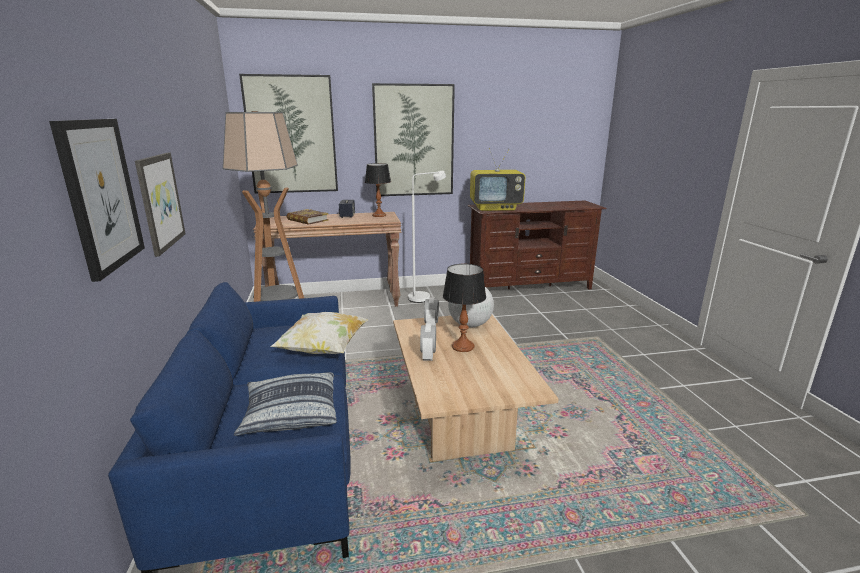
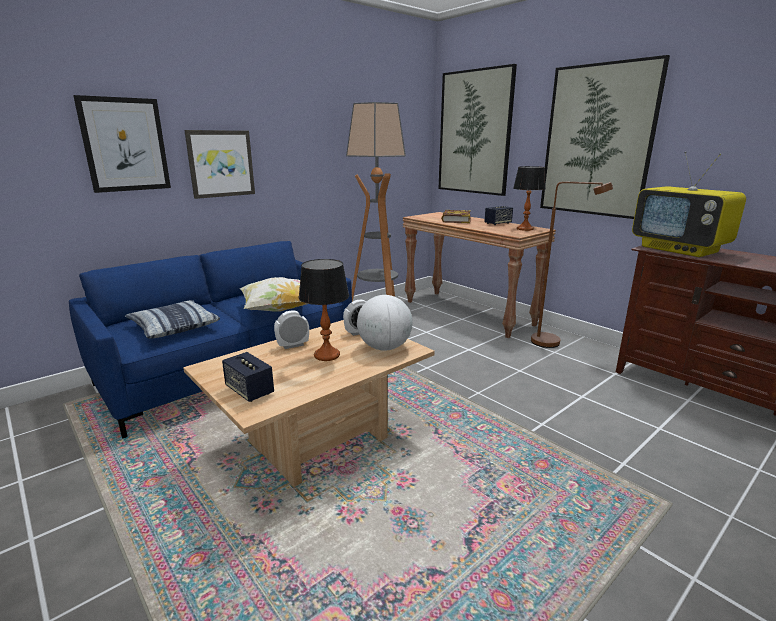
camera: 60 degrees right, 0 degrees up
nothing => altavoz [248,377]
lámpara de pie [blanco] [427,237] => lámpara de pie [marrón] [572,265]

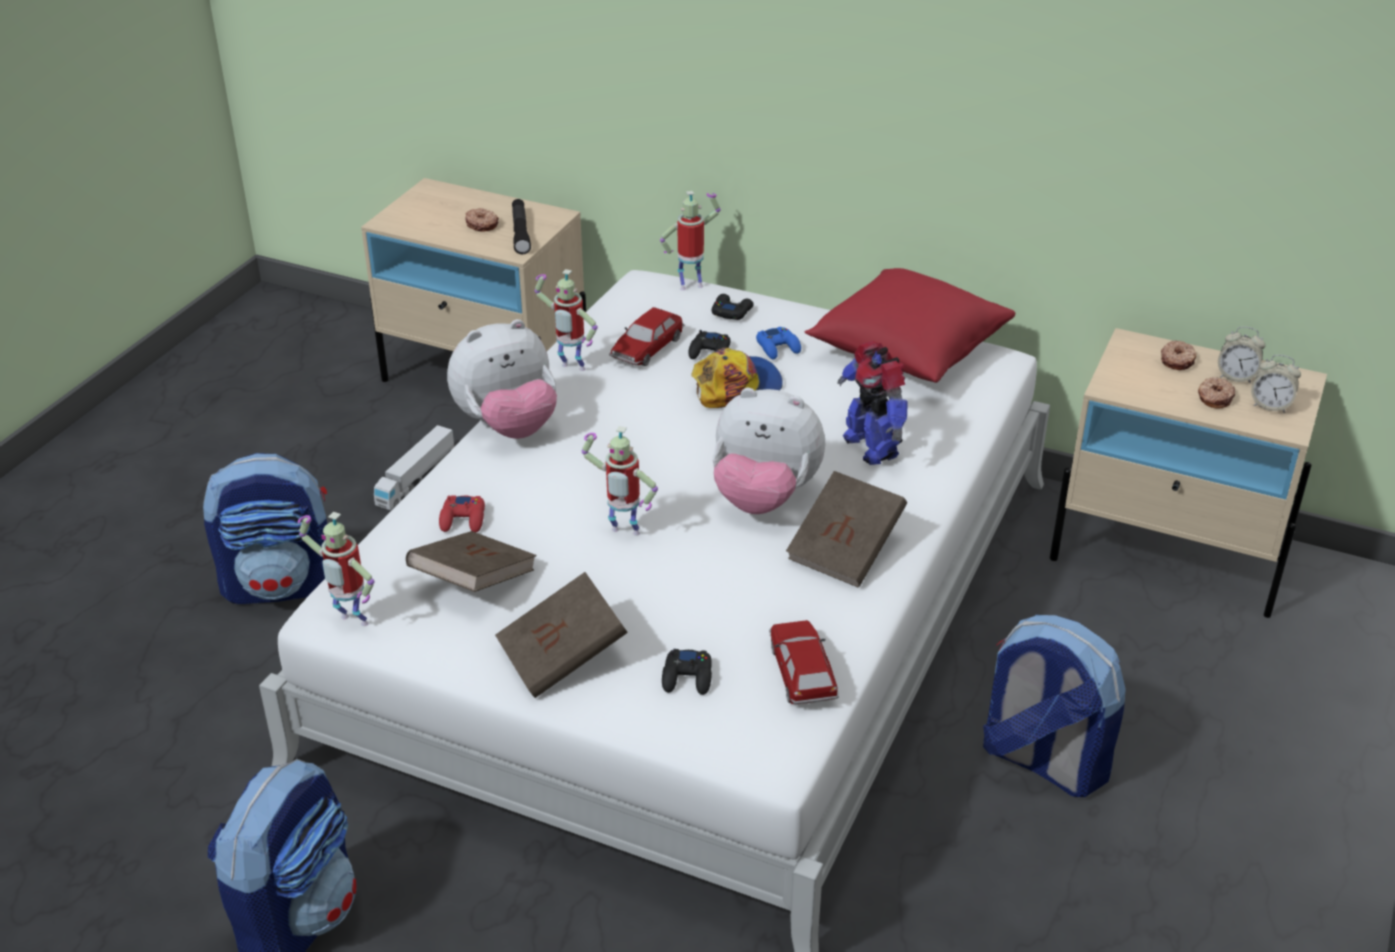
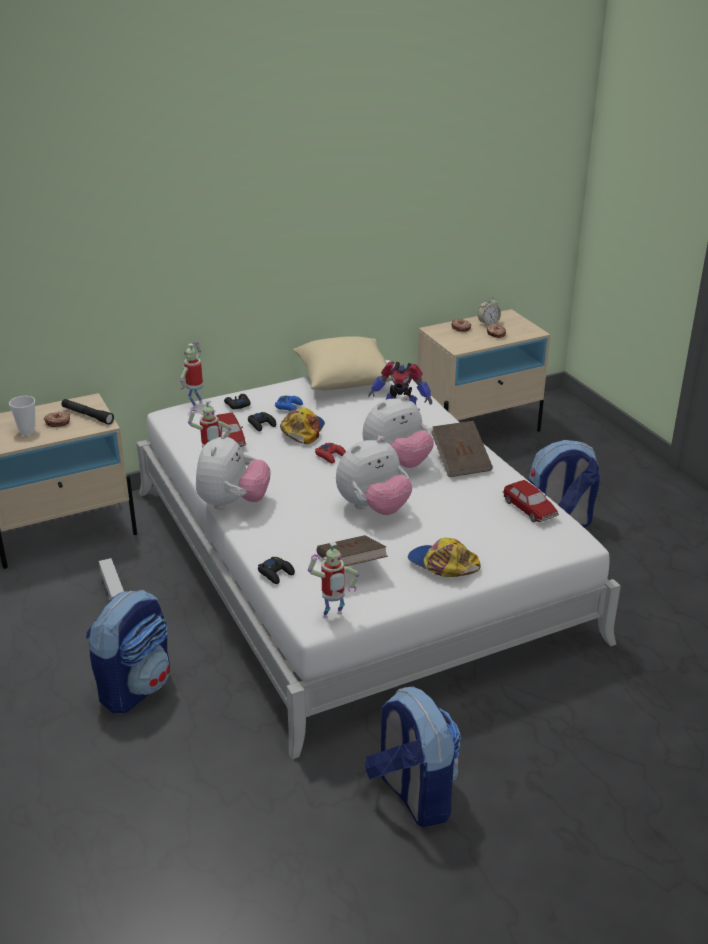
camera: 50 degrees left, 5 degrees down
nothing => taza [22,415]
mando de consola [negro] [687,672] => mando de consola [negro] [276,570], move
cojín [rojo] [910,325] => cojín [beis] [342,363]
mando de consola [rojo] [462,514] => mando de consola [rojo] [330,453], move
robot de juguete [620,481] => peluche [374,475]
libro [marrón] [561,635] => gorra [444,557]
coche de juguete [804,662] => coche de juguete [530,501], 150 degrees counterclockwise
despertador [1276,384] => nothing

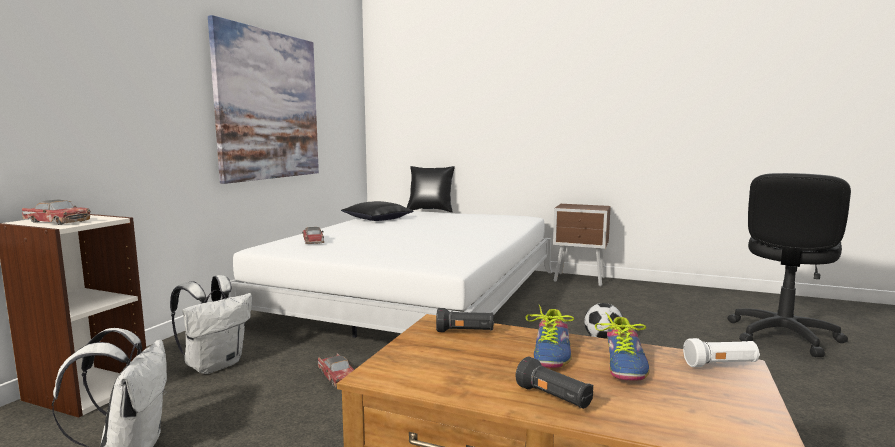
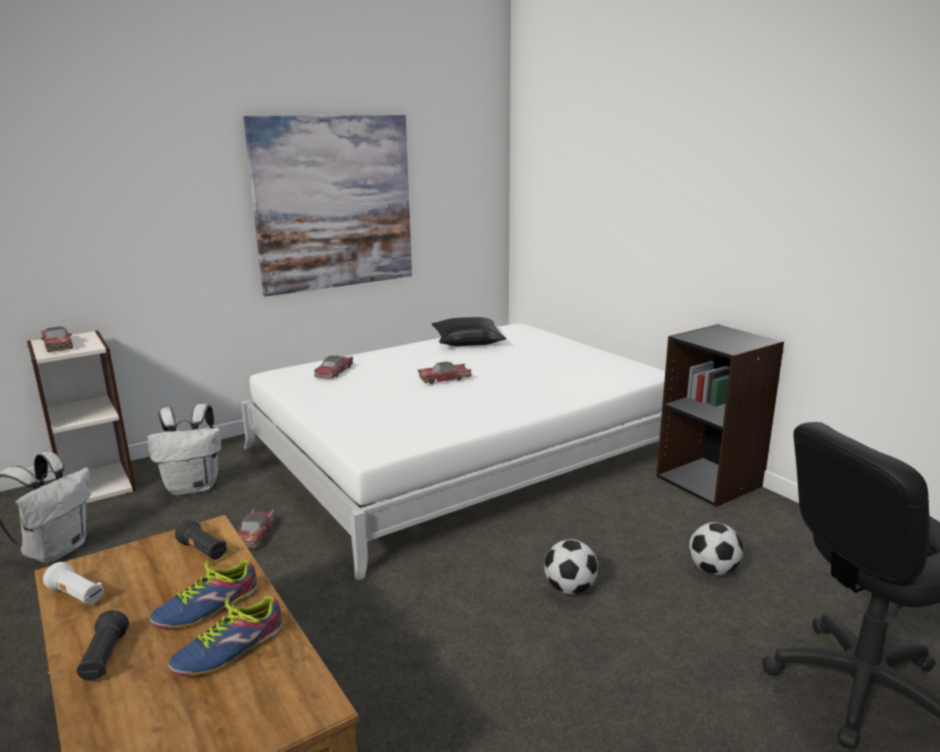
camera: 35 degrees right, 10 degrees up
linterna [blanco] [721,352] => linterna [blanco] [73,583], move
nothing => coche de juguete [445,373]
mesita de noche [marrón] [582,245] => estantería [negro] [720,415]
nothing => balón de fútbol [716,548]
cojín [negro] [430,189] => nothing

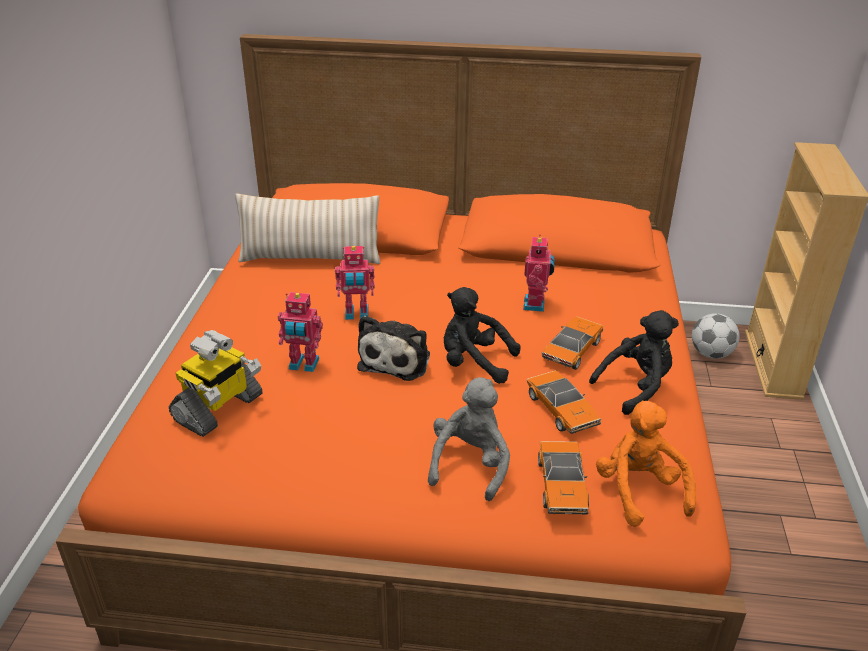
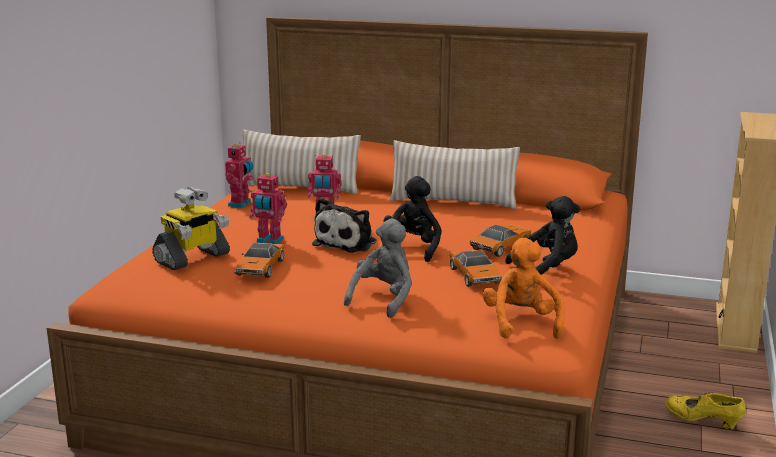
camera: 10 degrees right, 15 degrees down
robot de juguete [539,273] => robot de juguete [239,175], move
coche de juguete [563,478] => coche de juguete [260,260], move
peluche [negro] [482,335] => peluche [negro] [412,219], 75 degrees clockwise
nothing => cojín [beis] [454,174]
nothing => zapato [amarillo] [705,410]
balón de fútbol [716,336] => nothing

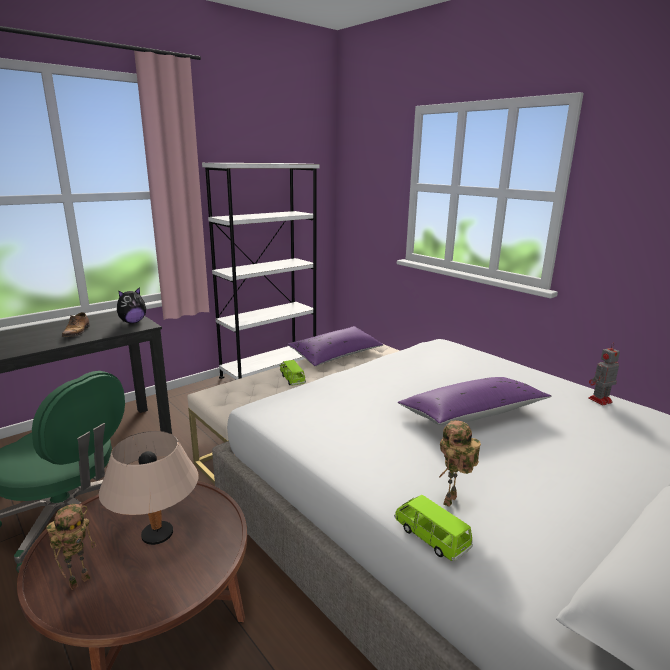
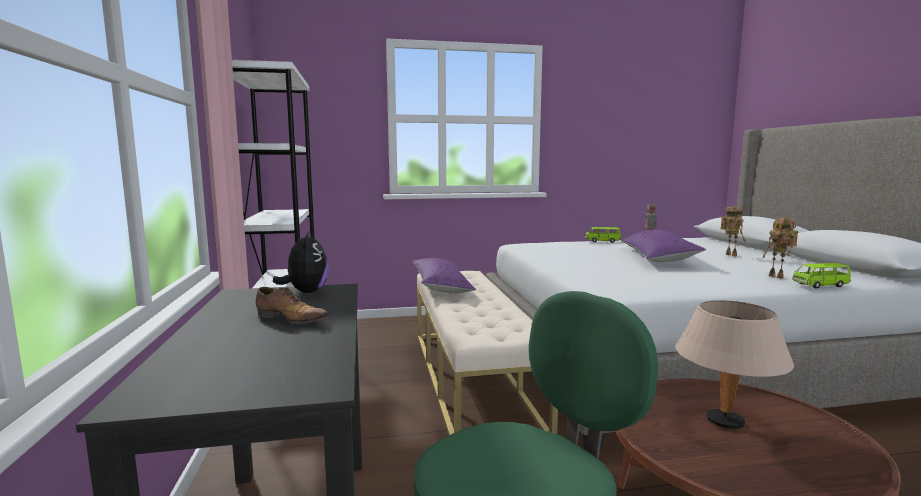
camera: 60 degrees left, 10 degrees down
coche de juguete [verde] [293,373] => coche de juguete [verde] [603,235], move
robot de juguete [71,547] => robot de juguete [732,231], move

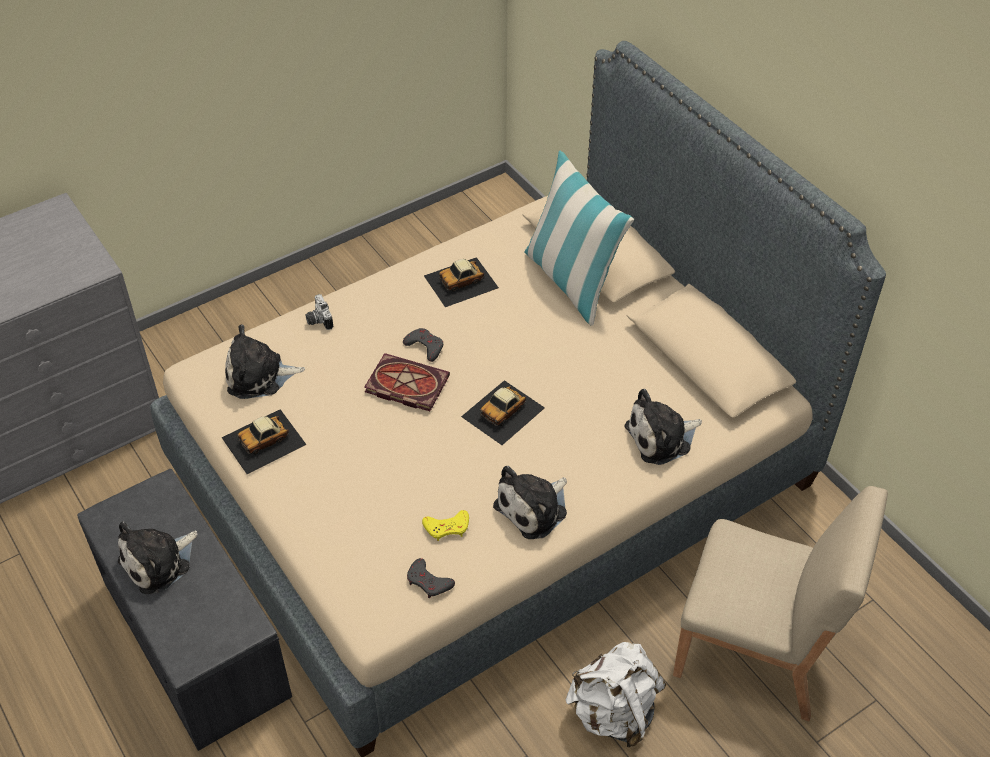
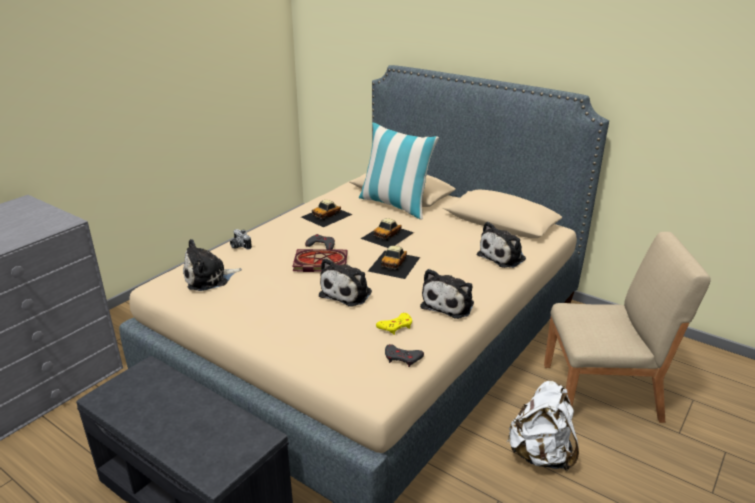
camera: 20 degrees left, 20 degrees down
peluche [158,557] => peluche [345,282], move
coche de juguete [264,441] => coche de juguete [387,233], move

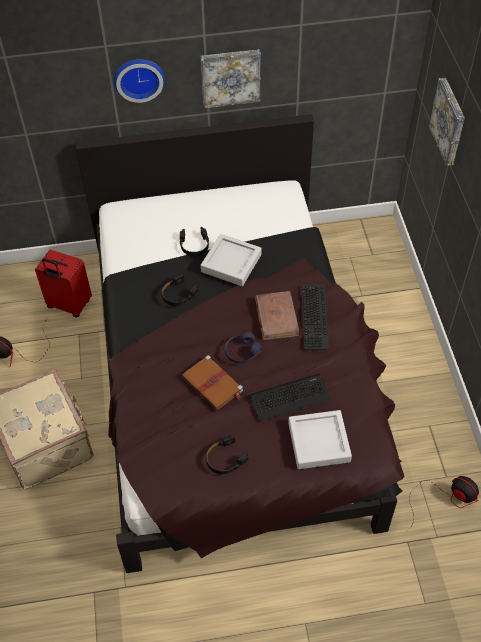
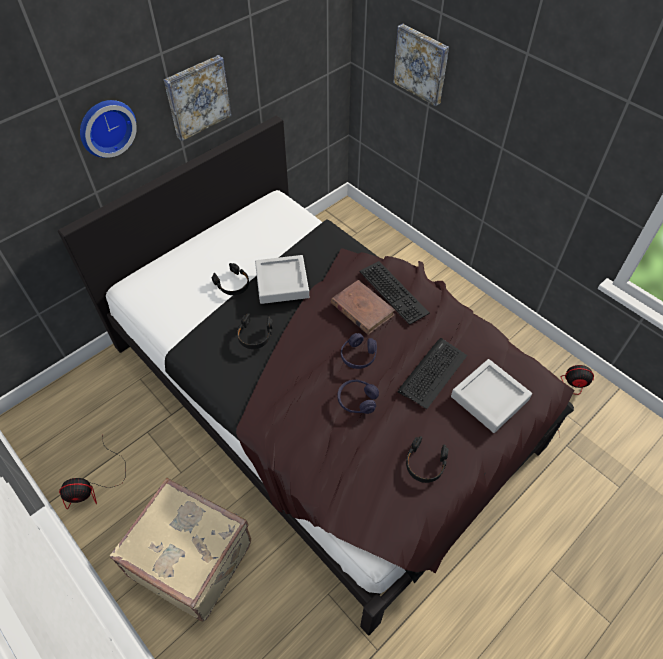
camera: 35 degrees left, 0 degrees up
libro [marrón] [212,382] => auriculares [morado] [358,397]
maleta [rojo] [63,283] => nothing

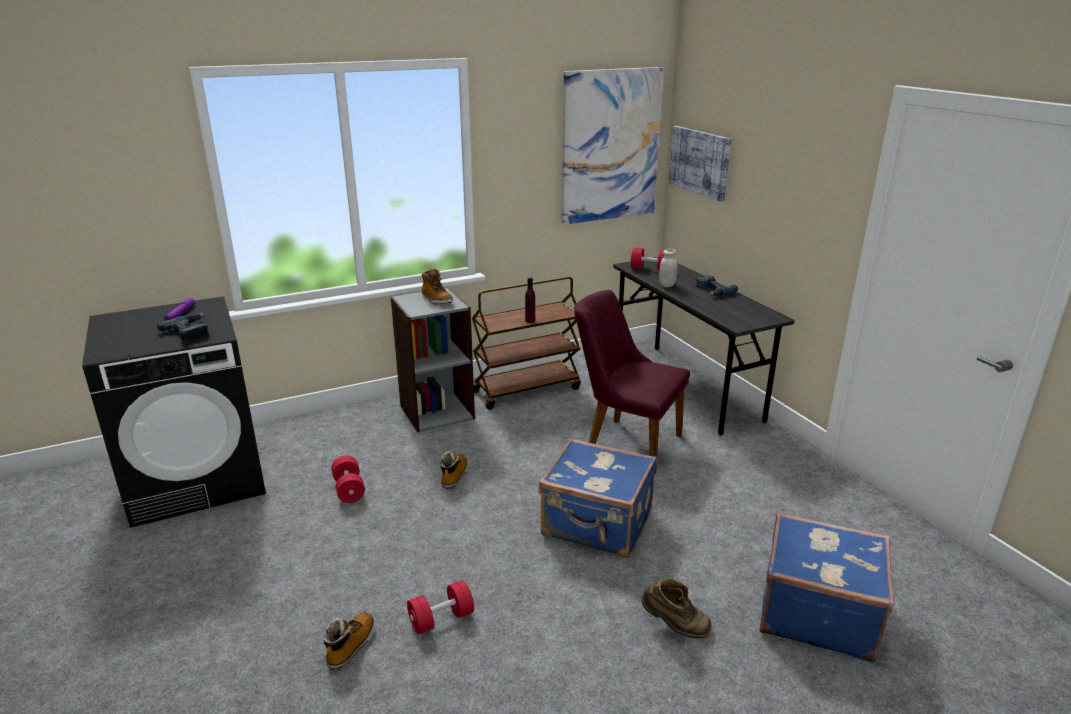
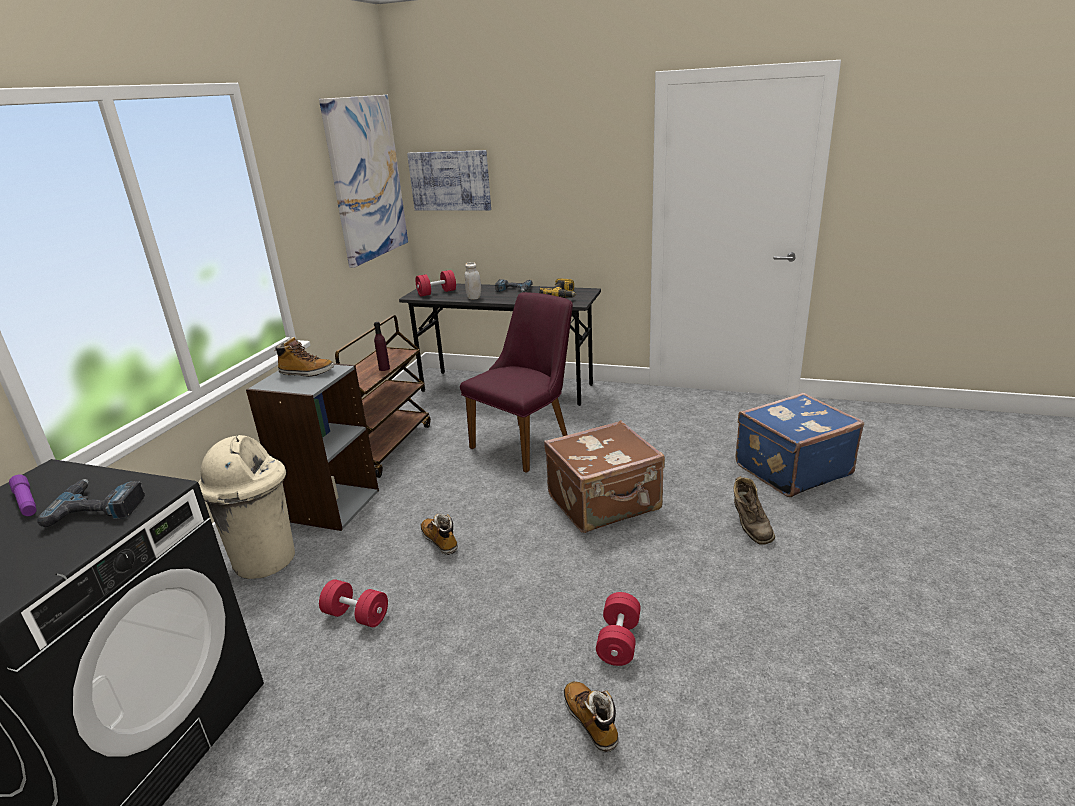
camera: 45 degrees left, 0 degrees up
nothing => papelera [beis] [247,507]
silla [morado] [632,382] => silla [morado] [516,382], 150 degrees clockwise
nothing => taladro [557,288]
maleta [azul] [598,498] => maleta [marrón] [604,476]
bota [marrón] [676,607] => bota [marrón] [754,510], 105 degrees clockwise

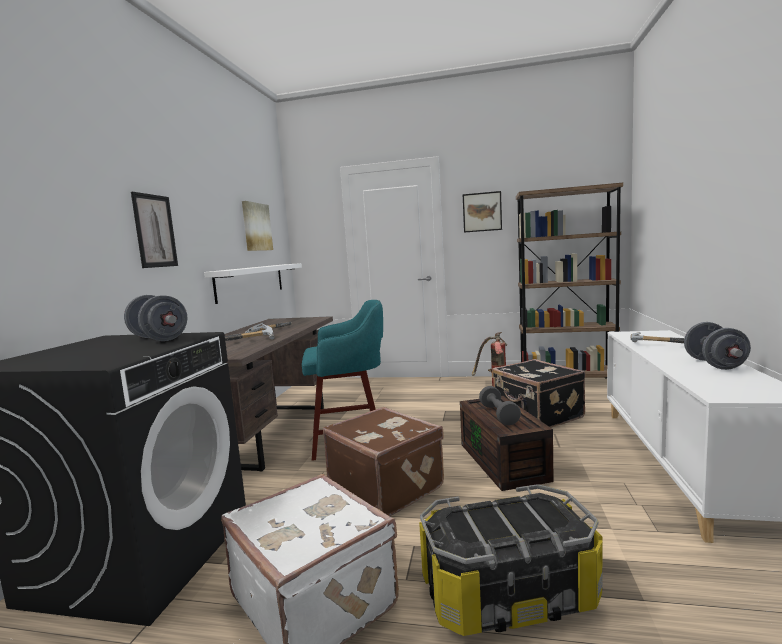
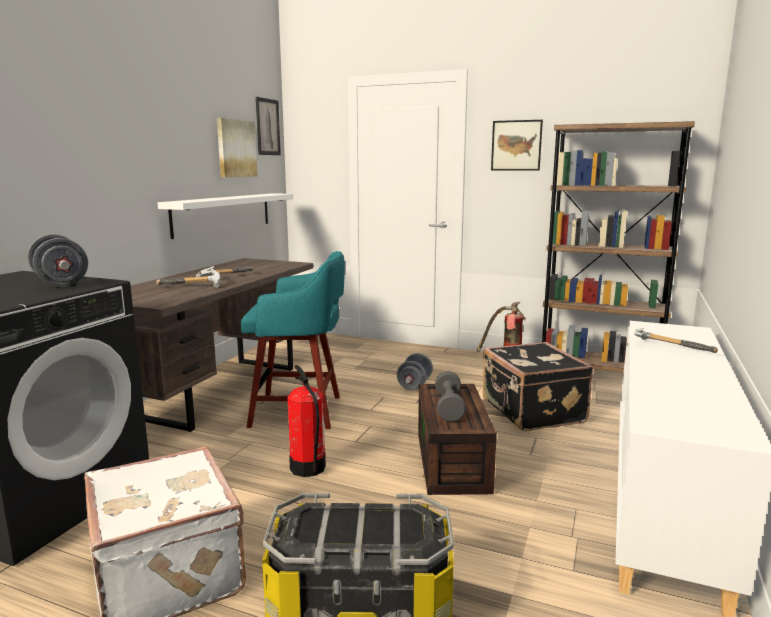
camera: 10 degrees right, 5 degrees up
cuadro [154,230] => cuadro [268,126], move
maleta [marrón] [383,461] => extintor [306,421]
mancuerna [gris] [717,346] => mancuerna [gris] [415,372], move

